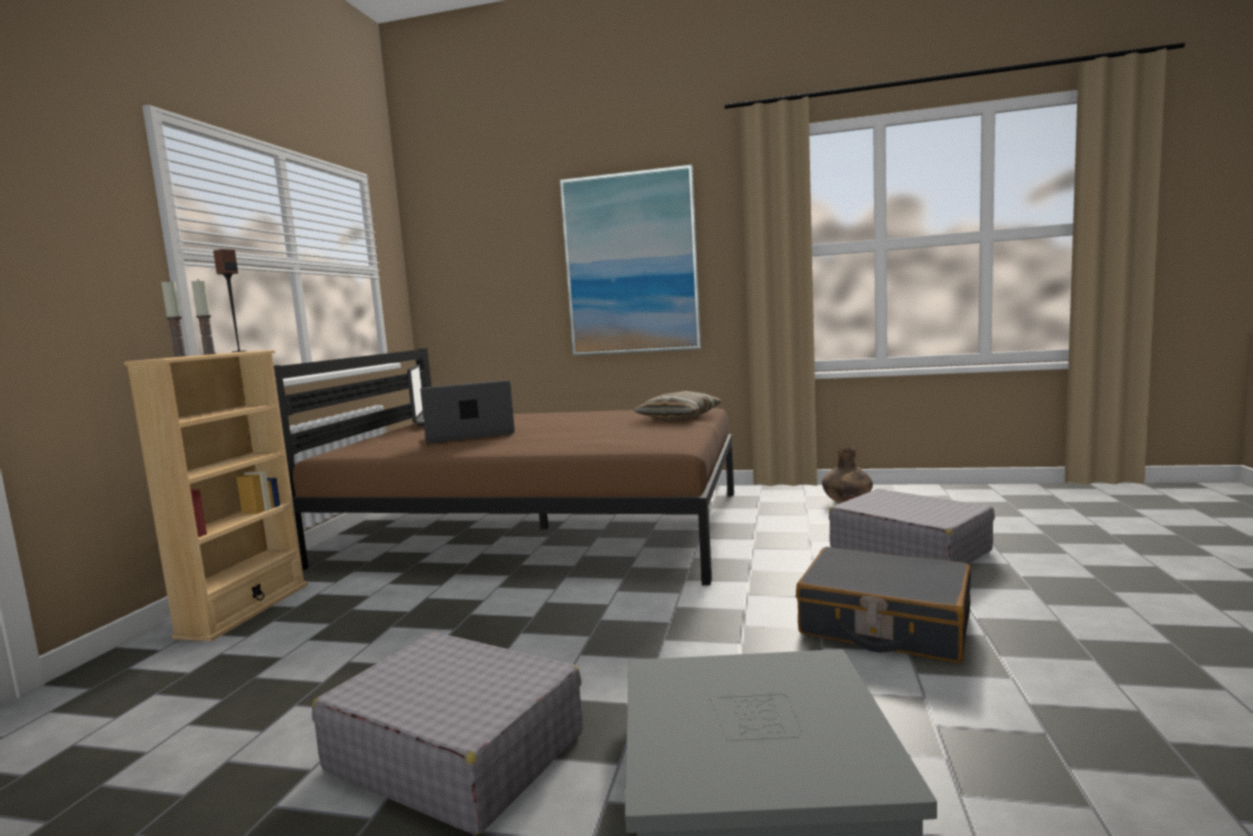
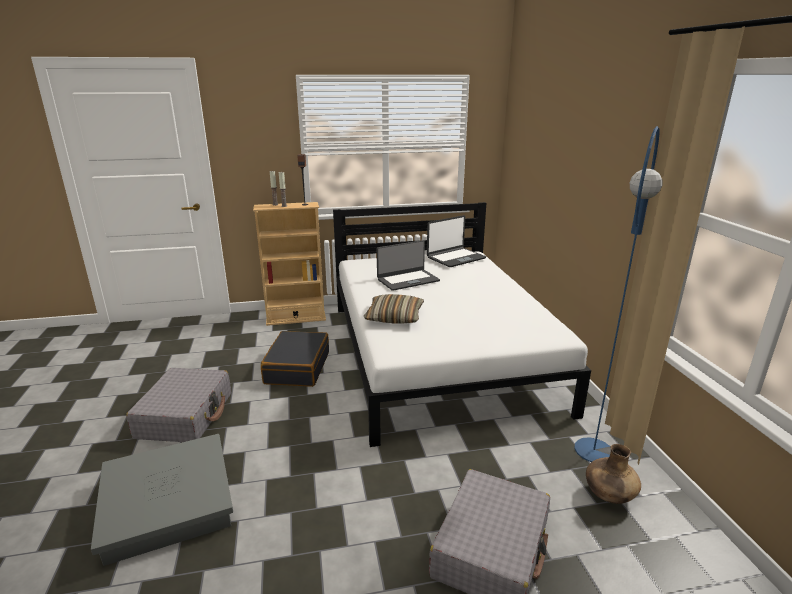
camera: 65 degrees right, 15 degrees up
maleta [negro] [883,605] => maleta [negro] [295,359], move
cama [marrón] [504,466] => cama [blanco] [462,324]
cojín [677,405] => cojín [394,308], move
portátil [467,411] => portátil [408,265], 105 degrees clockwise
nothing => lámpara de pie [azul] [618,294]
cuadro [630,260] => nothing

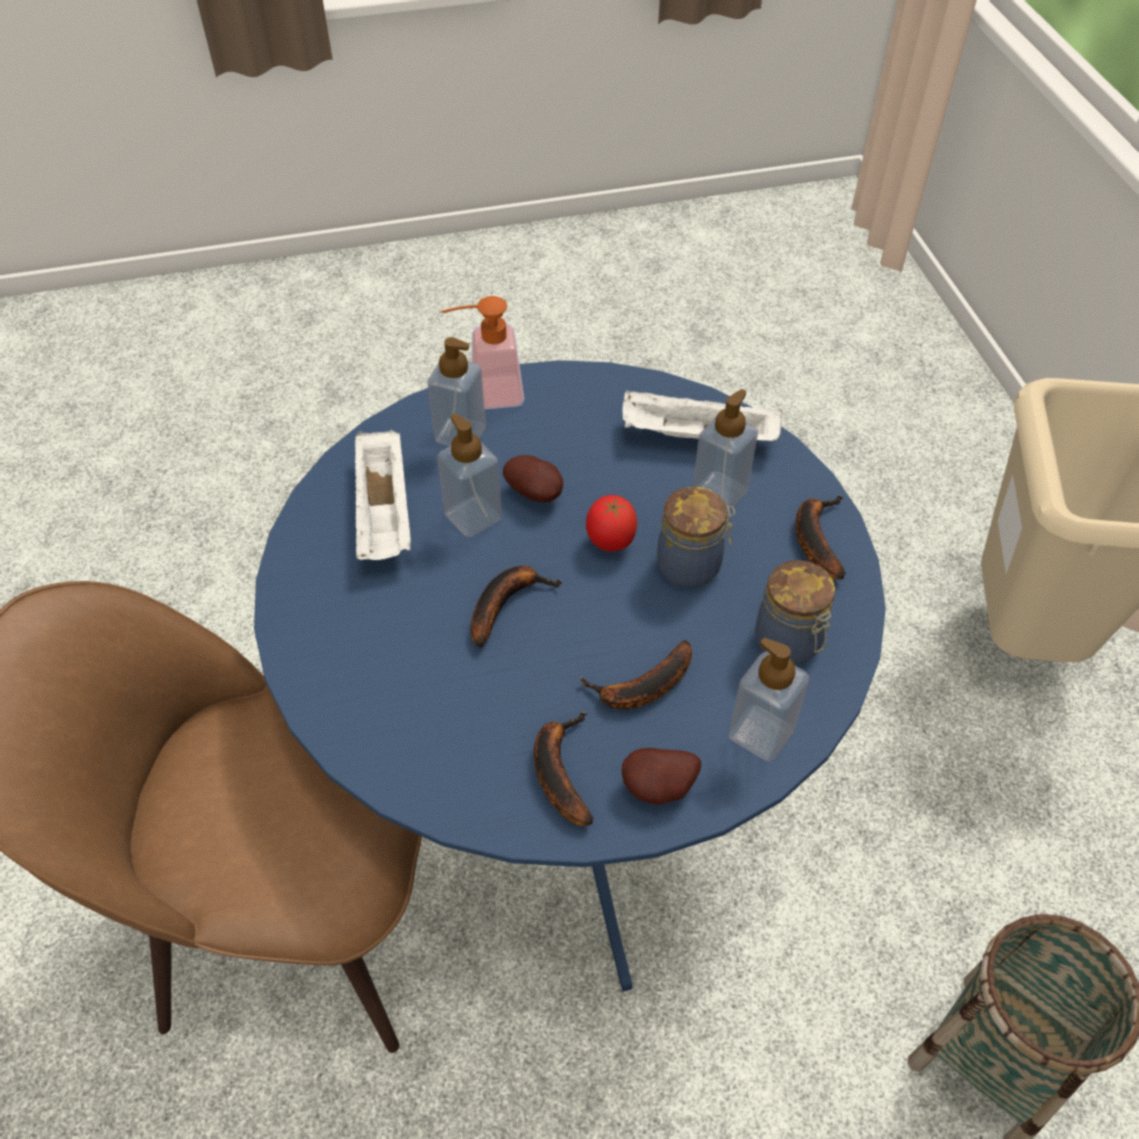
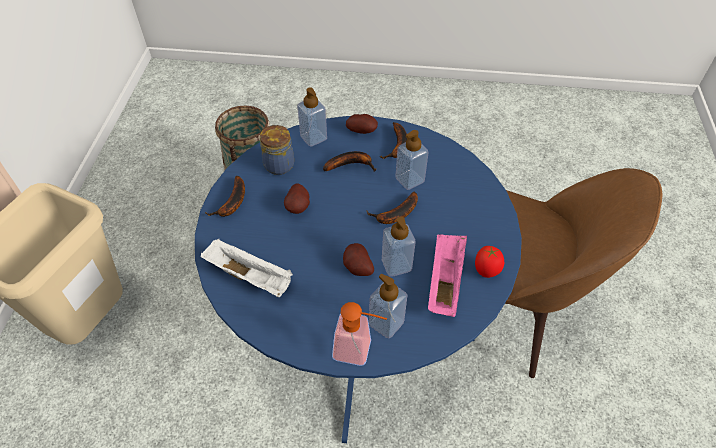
camera: 160 degrees left, 0 degrees up
tarro [696,537] => patata [297,198]
dispensador de jabón [725,450] => dispensador de jabón [412,160], move
bandeja [blanco] [383,495] => bandeja [rosa] [447,275]
tomate [611,523] => tomate [489,262], move

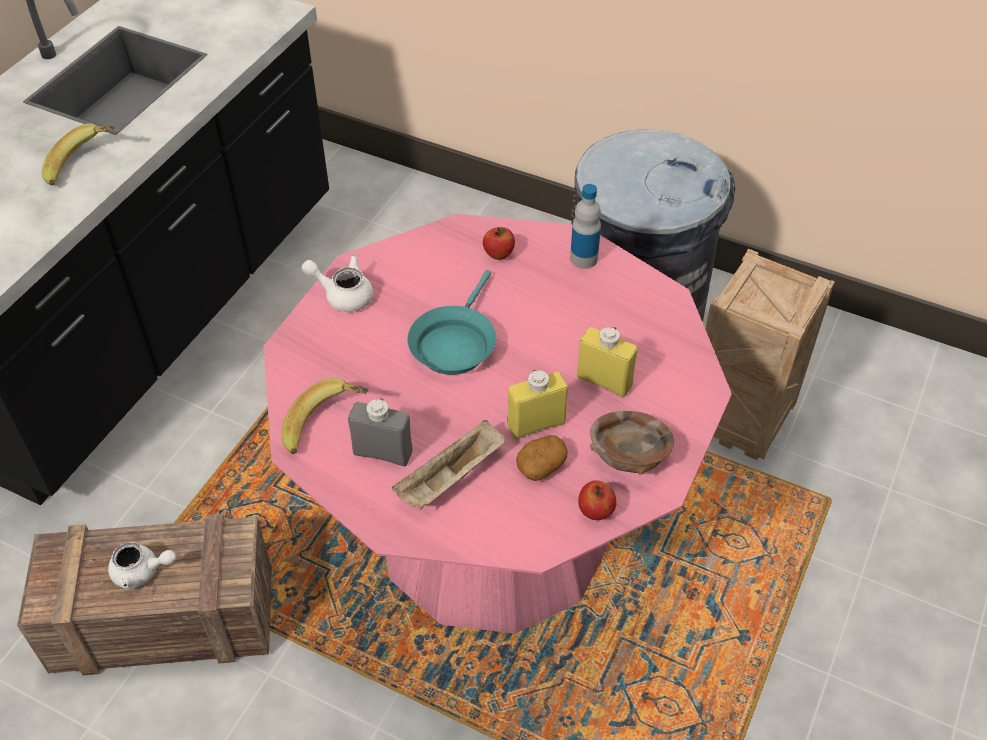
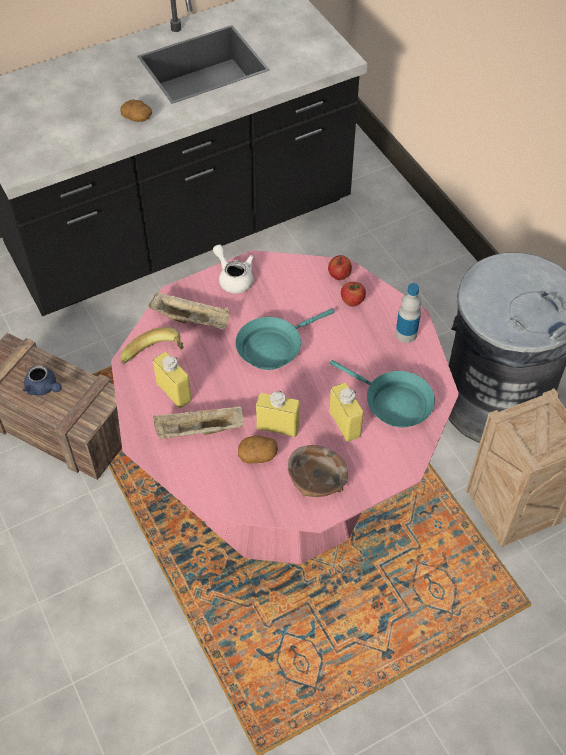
camera: 35 degrees right, 5 degrees up
tetera [blanco] [142,566] => tetera [azul] [42,380]
plátano [78,154] => patata [136,111]
nothing => bandeja [beis] [189,311]
botella [gris] [380,432] => botella [amarillo] [172,380]
manzana [597,500] => manzana [340,267], move
nothing => sartén [turquesa] [382,393]

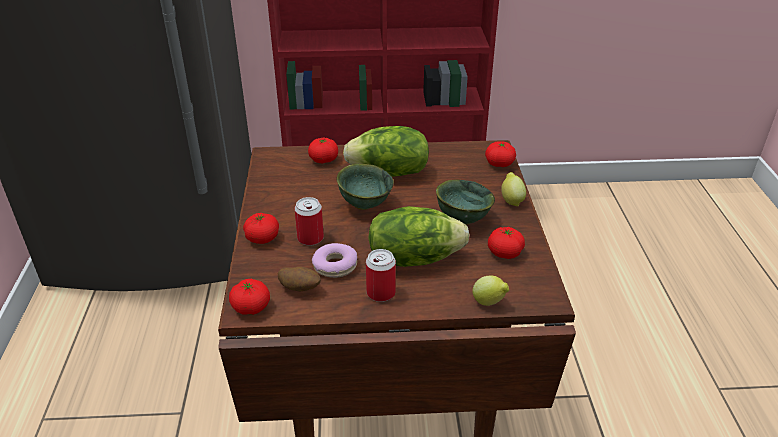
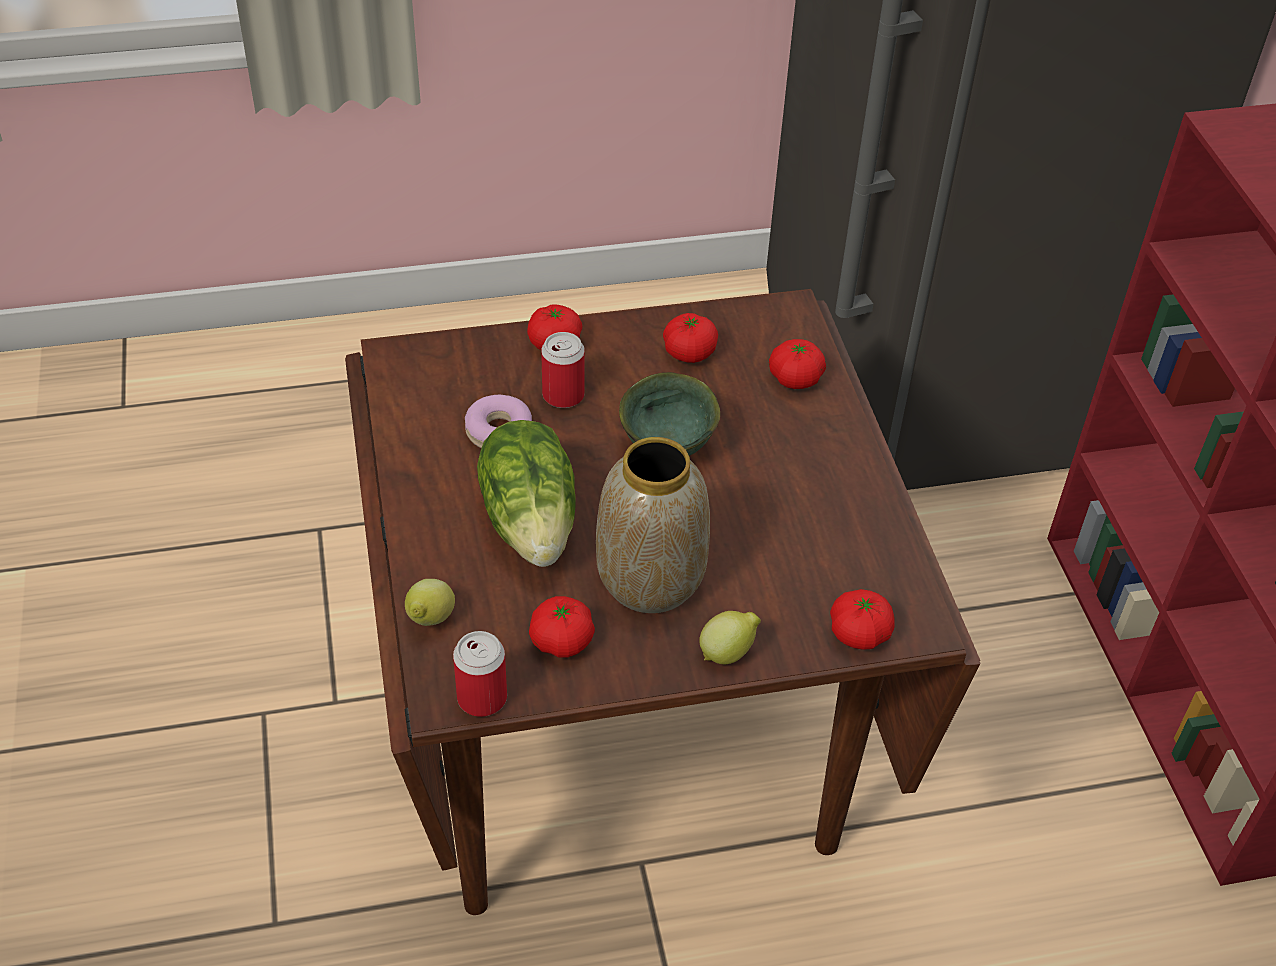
camera: 80 degrees right, 10 degrees up
lata [381,275] => lata [480,674], move
cuenco [verde] [465,202] => florero [653,525]
tomate [249,297] => tomate [690,338], move
patata [299,279] => nothing
lechuga [386,151] => nothing

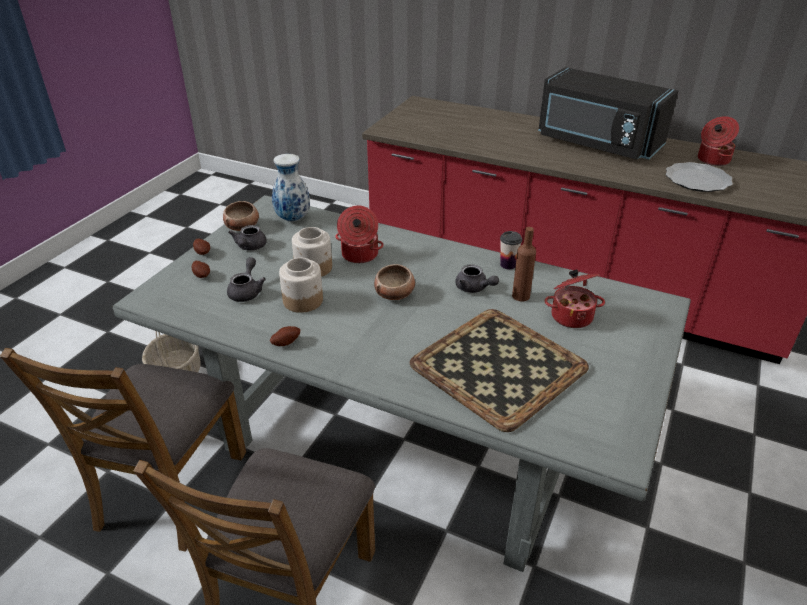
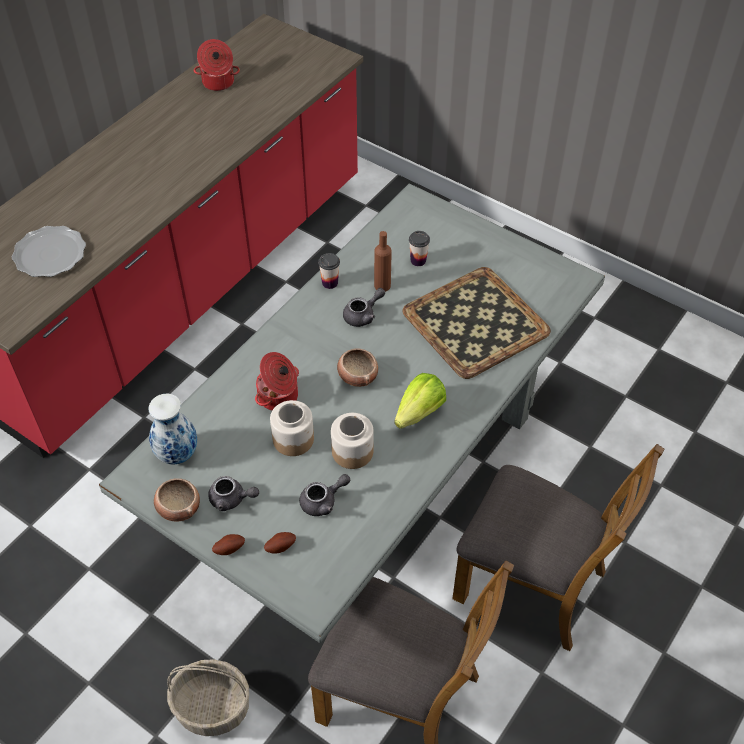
camera: 80 degrees left, 15 degrees up
plato [699,177] => plato [49,251], move
tetera [gris] [246,279] => tetera [gris] [324,495], 135 degrees clockwise
nothing => lechuga [420,401]
olla [574,299] => taza [419,248]
patata [285,336] => nothing
microondas [negro] [608,113] => nothing

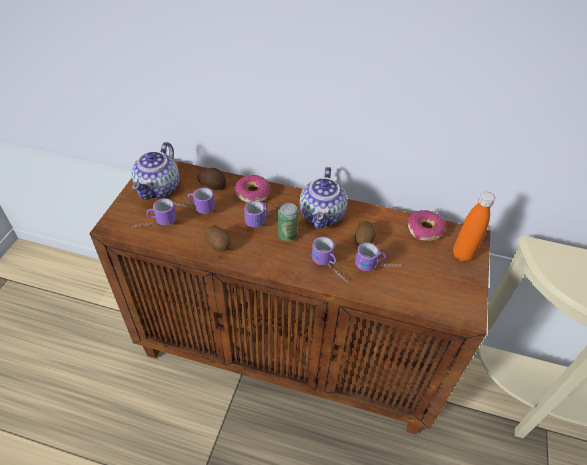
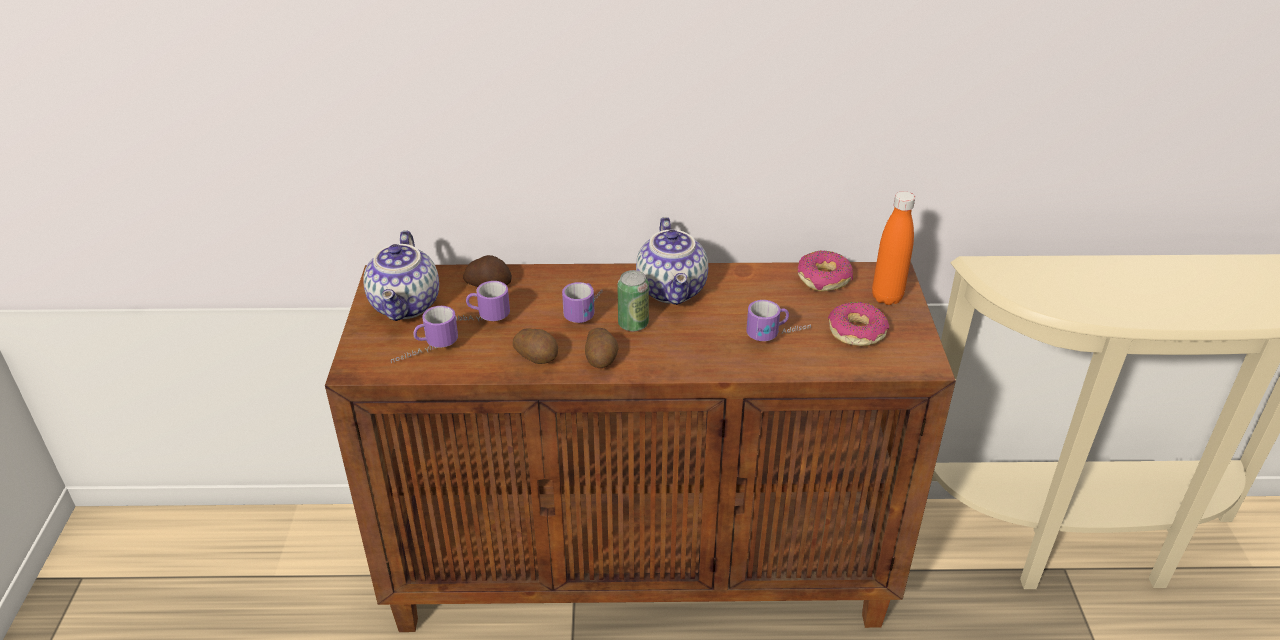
camera: 15 degrees left, 10 degrees down
patata [365,233] => patata [602,348], move
rosquilla [252,189] => rosquilla [858,324], move
taza grande [330,260] => nothing

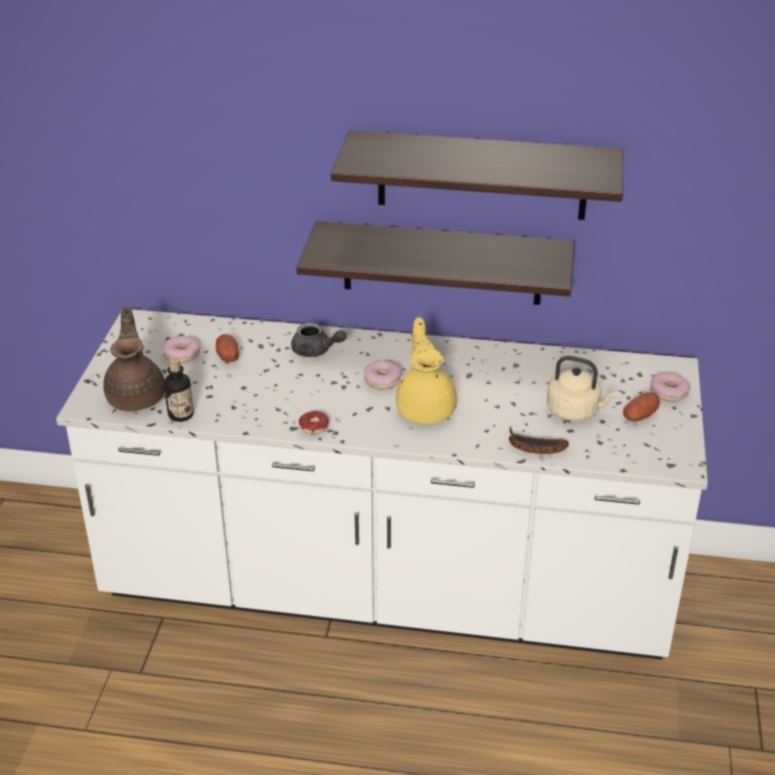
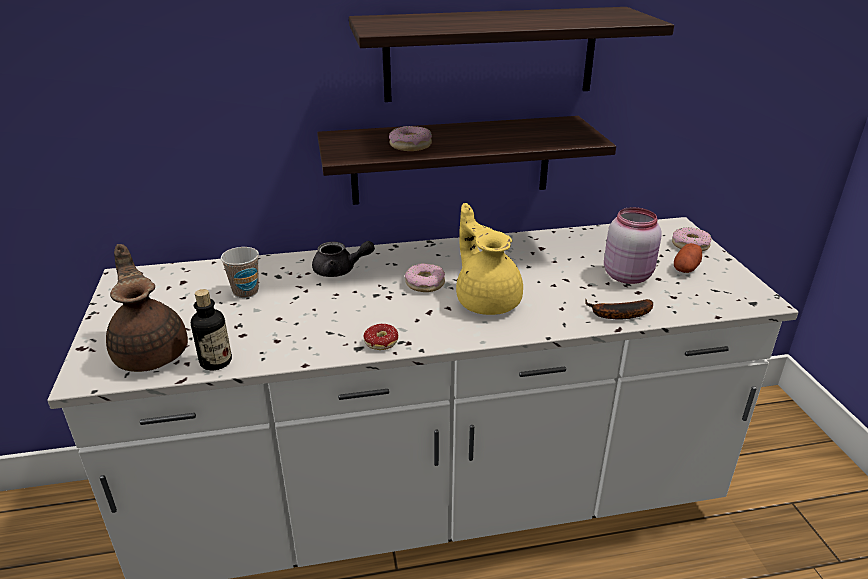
camera: 20 degrees left, 5 degrees down
patata [227,348] => taza [240,272]
rosquilla [181,349] => rosquilla [410,138], move
hervidor [beis] [582,388] => tarro [rosa] [633,245]

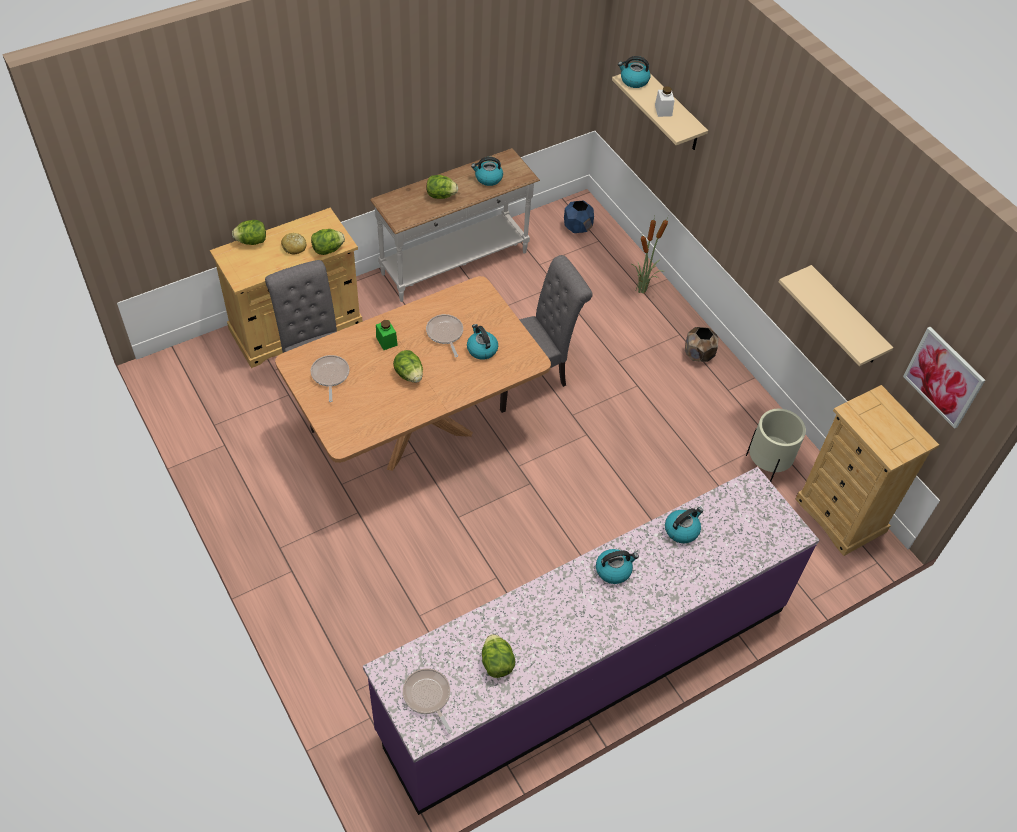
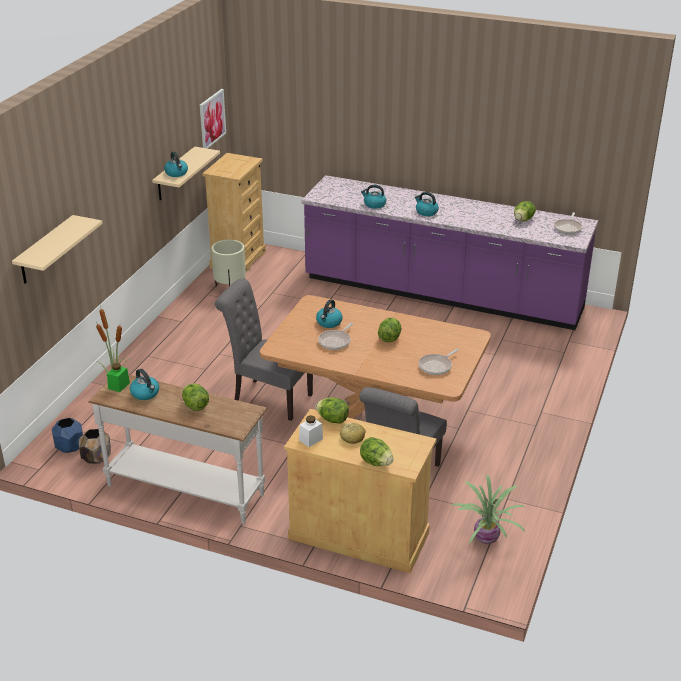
camera: 125 degrees left, 20 degrees down
maceta [marrón] [702,344] => maceta [marrón] [95,446], move
tarro [verde] [387,335] => tarro [verde] [118,377], move
hervidor [634,72] => hervidor [176,164], move
tarro [blanco] [665,101] => tarro [blanco] [311,431], move
nothing => planta en maceta [488,509]

